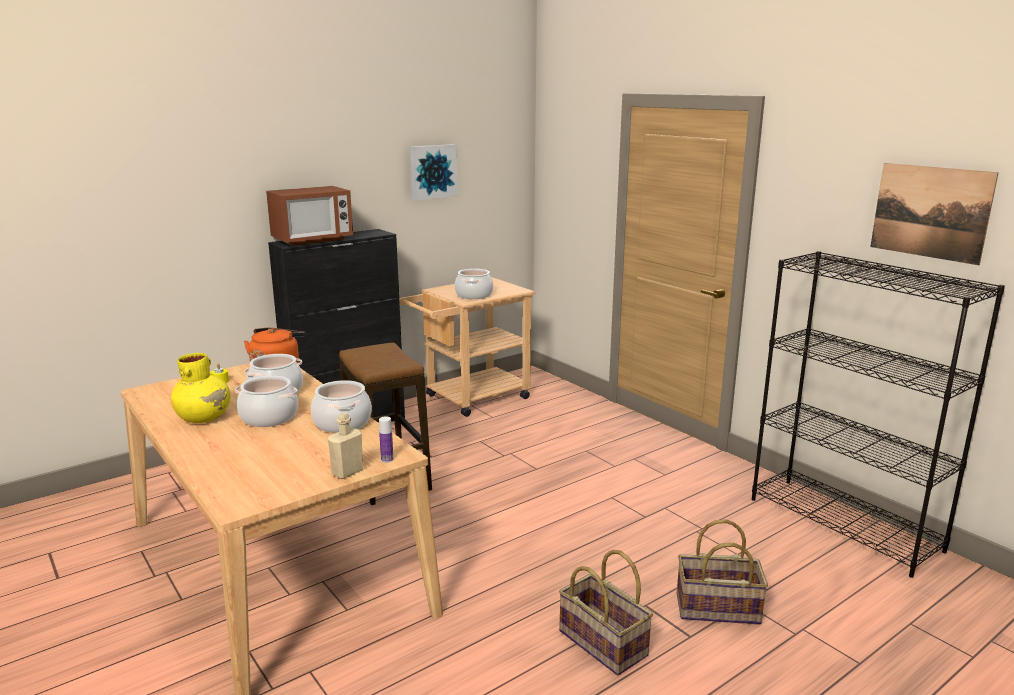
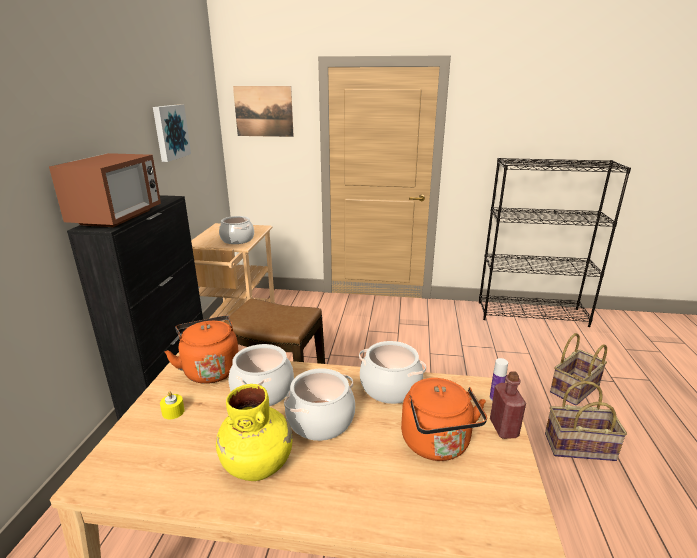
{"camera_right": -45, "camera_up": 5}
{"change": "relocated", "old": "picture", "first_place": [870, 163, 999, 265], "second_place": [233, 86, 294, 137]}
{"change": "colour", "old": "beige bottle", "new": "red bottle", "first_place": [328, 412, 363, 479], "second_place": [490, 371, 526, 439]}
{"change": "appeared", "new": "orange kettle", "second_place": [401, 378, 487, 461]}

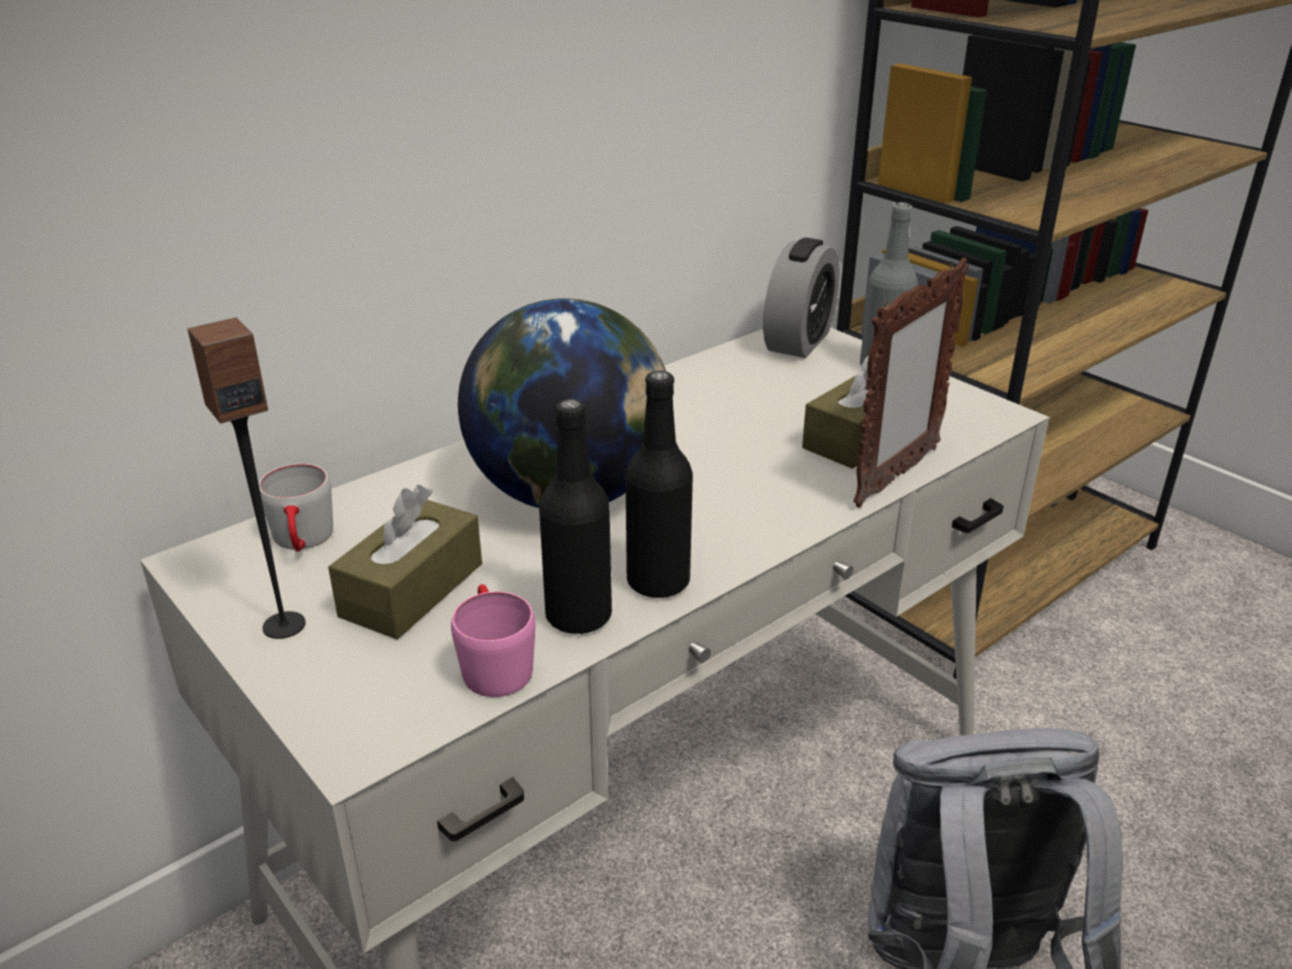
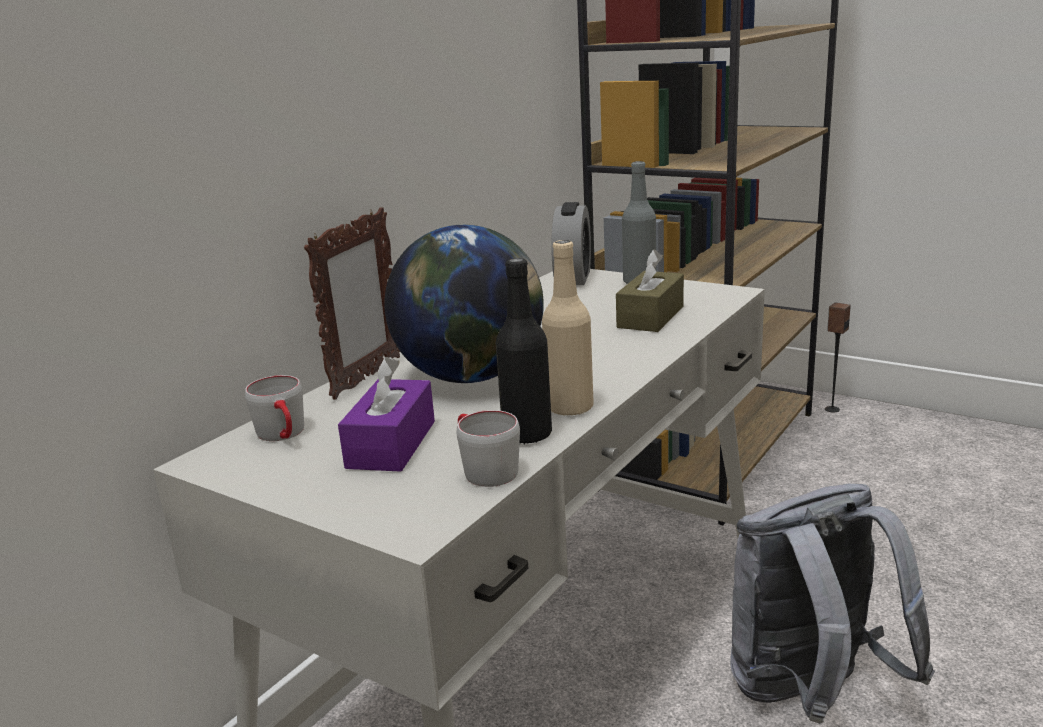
{"camera_right": -15, "camera_up": -10}
{"change": "relocated", "old": "picture frame", "first_place": [853, 258, 969, 508], "second_place": [304, 207, 400, 400]}
{"change": "relocated", "old": "speaker", "first_place": [187, 317, 306, 639], "second_place": [825, 302, 851, 413]}
{"change": "colour", "old": "black bottle", "new": "beige bottle", "first_place": [625, 371, 693, 598], "second_place": [542, 240, 594, 416]}
{"change": "colour", "old": "brown tissue box", "new": "purple tissue box", "first_place": [328, 485, 482, 640], "second_place": [338, 357, 435, 472]}
{"change": "colour", "old": "pink mug", "new": "grey mug", "first_place": [451, 584, 536, 697], "second_place": [456, 410, 520, 487]}

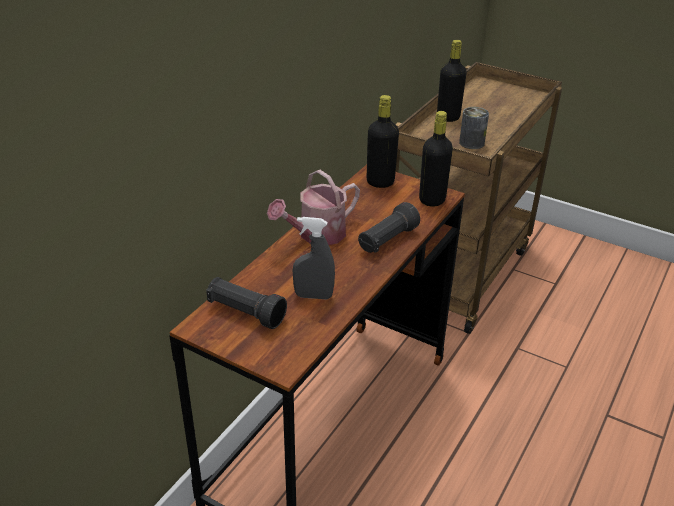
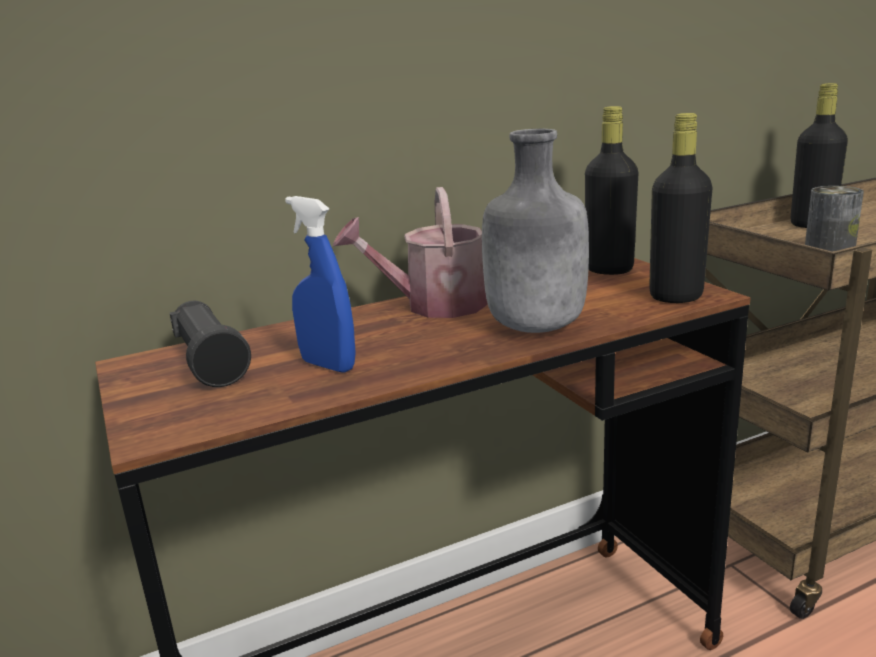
{"camera_right": 35, "camera_up": -15}
{"change": "exchanged", "old": "black flashlight", "new": "grey bottle", "first_place": [358, 202, 420, 253], "second_place": [482, 129, 589, 333]}
{"change": "colour", "old": "grey spray bottle", "new": "blue spray bottle", "first_place": [293, 217, 335, 300], "second_place": [285, 196, 356, 373]}

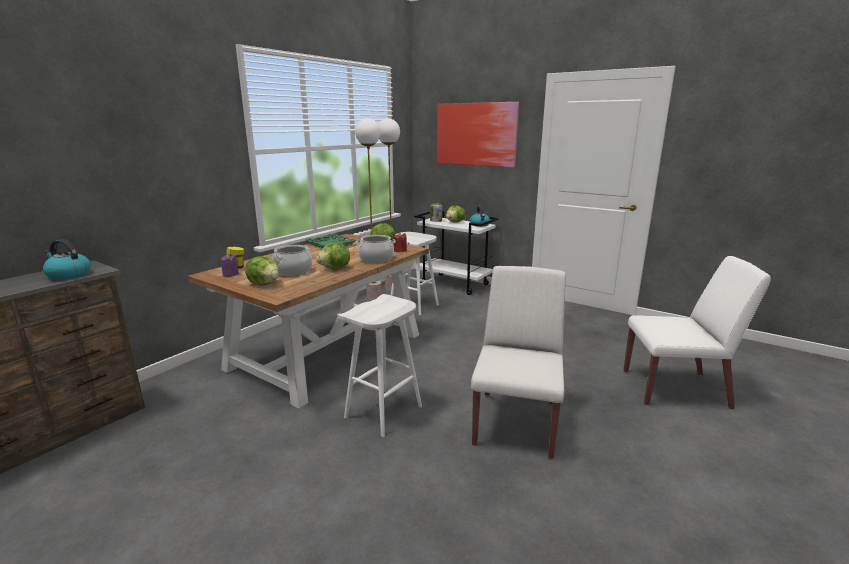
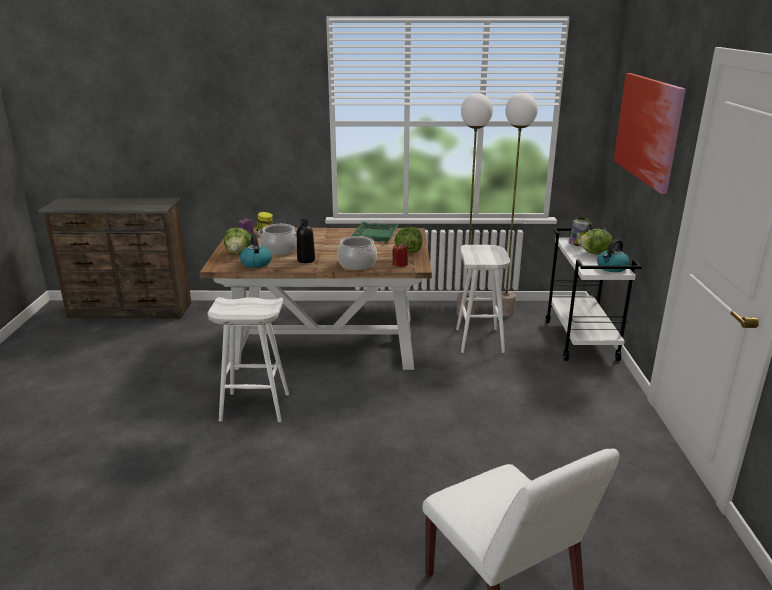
{"camera_right": 55, "camera_up": 5}
{"change": "relocated", "old": "kettle", "first_place": [43, 239, 91, 280], "second_place": [240, 234, 272, 268]}
{"change": "exchanged", "old": "lettuce", "new": "black bottle", "first_place": [316, 243, 350, 269], "second_place": [297, 219, 315, 263]}
{"change": "missing", "old": "white chair", "first_place": [471, 266, 566, 459]}

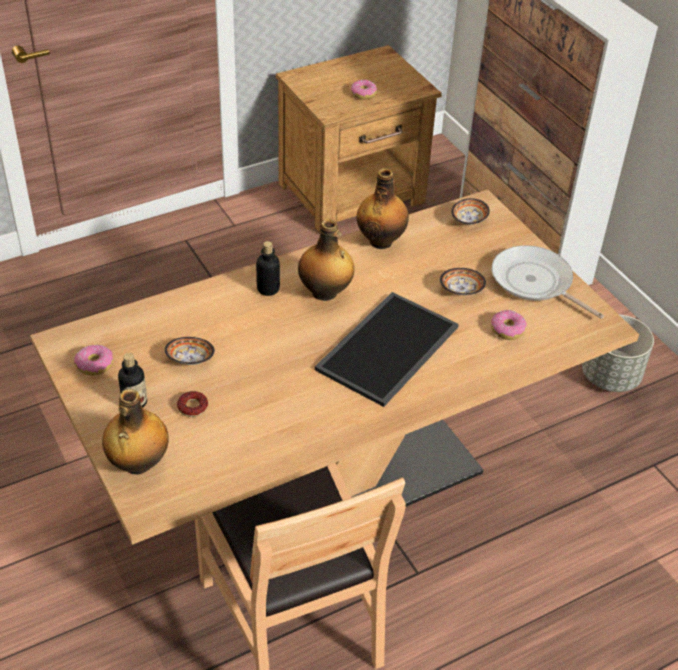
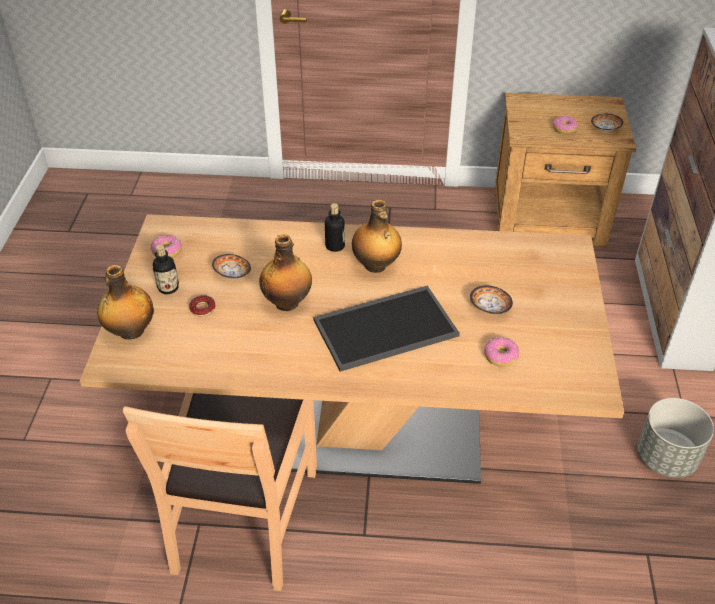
{"camera_right": 35, "camera_up": 0}
{"change": "relocated", "old": "bottle", "first_place": [356, 168, 409, 249], "second_place": [259, 234, 312, 311]}
{"change": "relocated", "old": "bowl", "first_place": [451, 198, 490, 225], "second_place": [591, 114, 623, 131]}
{"change": "missing", "old": "frying pan", "first_place": [492, 245, 604, 319]}

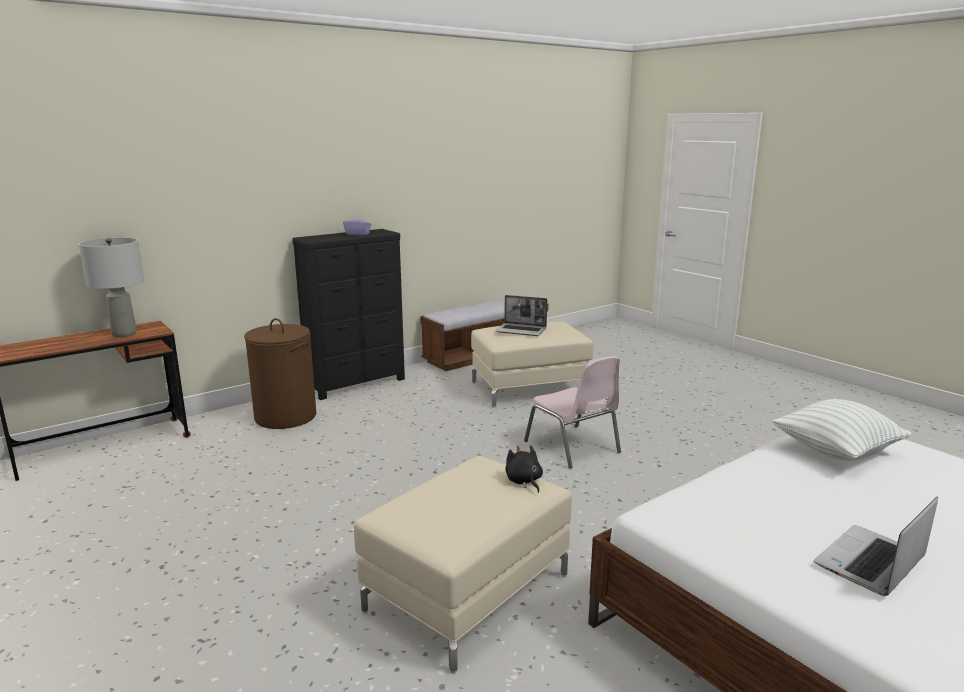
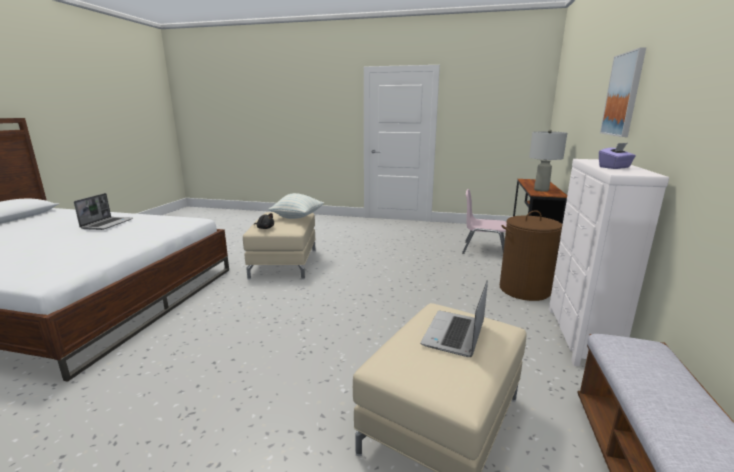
{"camera_right": 140, "camera_up": 0}
{"change": "colour", "old": "black dresser", "new": "white dresser", "first_place": [292, 229, 405, 400], "second_place": [549, 159, 669, 366]}
{"change": "spun", "old": "laptop", "first_place": [496, 295, 547, 336], "second_place": [420, 281, 488, 357], "degrees": -45}
{"change": "relocated", "old": "pink chair", "first_place": [524, 356, 621, 469], "second_place": [462, 189, 507, 254]}
{"change": "relocated", "old": "pillow", "first_place": [772, 399, 911, 461], "second_place": [268, 193, 324, 219]}
{"change": "appeared", "new": "picture", "second_place": [600, 47, 646, 137]}

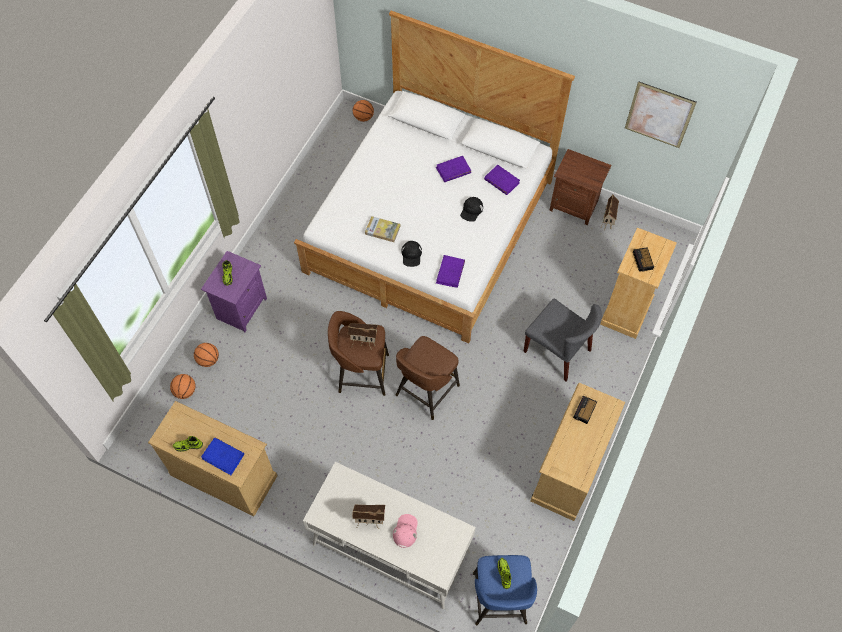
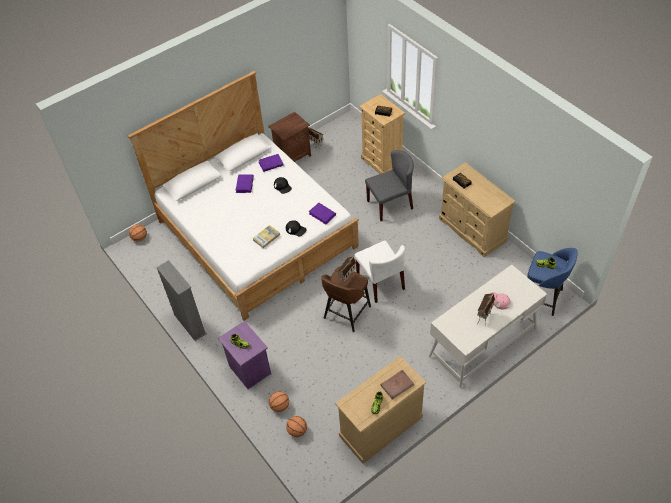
{"camera_right": -60, "camera_up": -10}
{"change": "missing", "old": "picture", "first_place": [625, 81, 697, 148]}
{"change": "exchanged", "old": "brown stool", "new": "white chair", "first_place": [396, 336, 460, 420], "second_place": [354, 241, 405, 303]}
{"change": "colour", "old": "blue book", "new": "brown book", "first_place": [201, 437, 244, 475], "second_place": [380, 370, 414, 400]}
{"change": "appeared", "new": "grey bookcase", "second_place": [156, 260, 207, 341]}

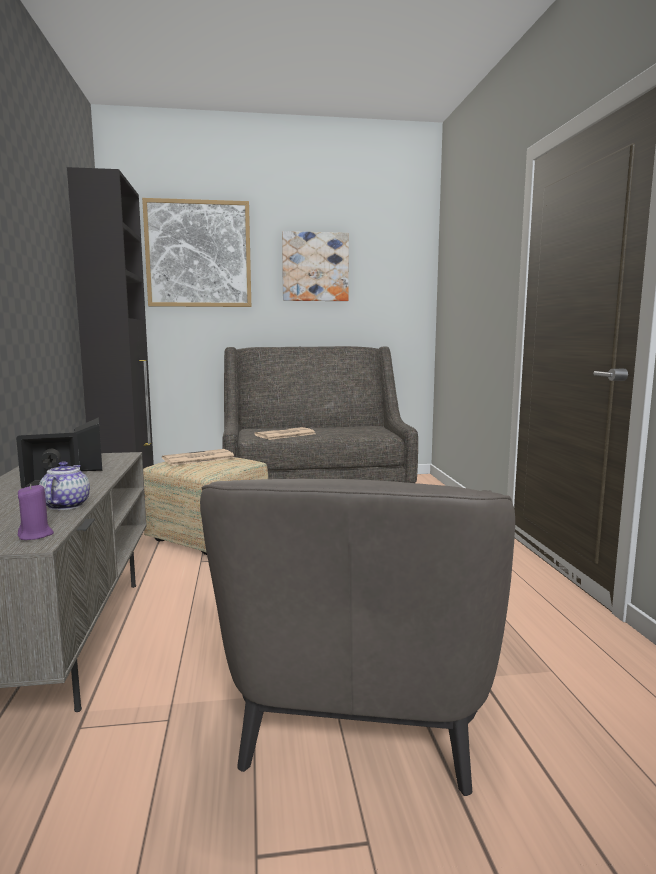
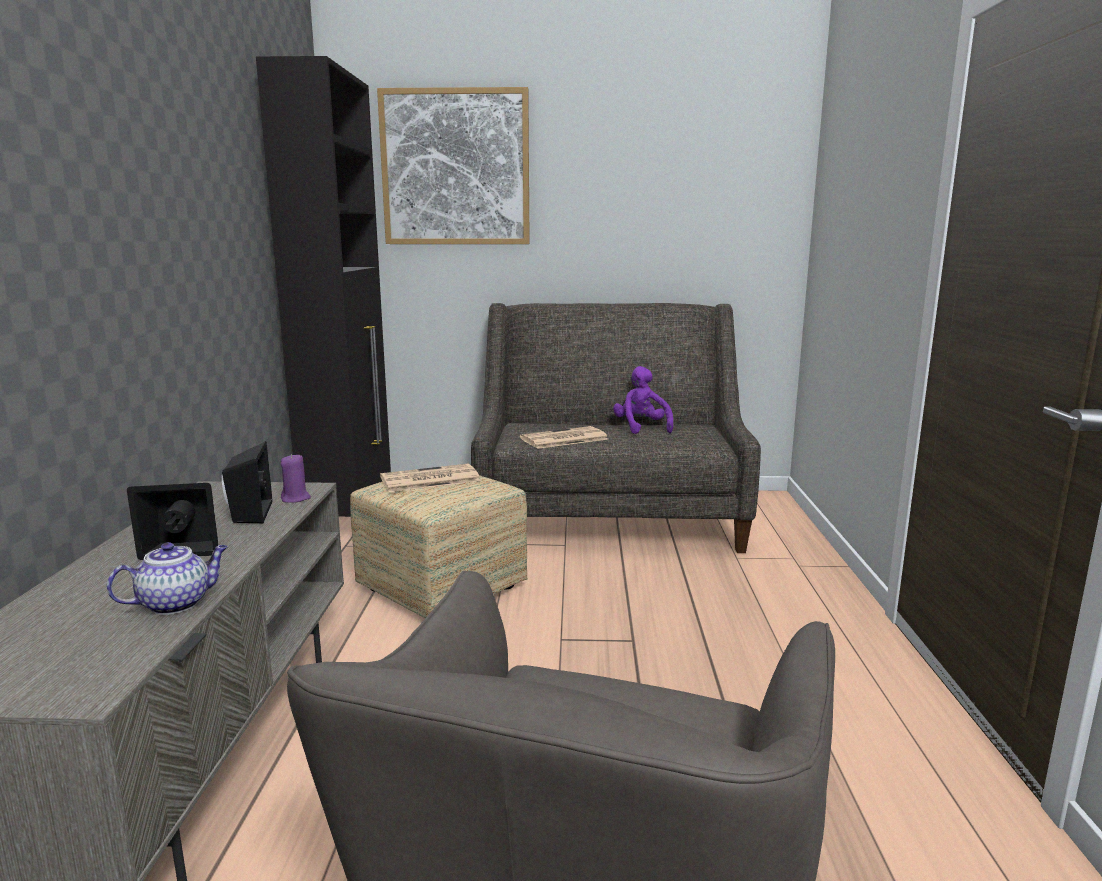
{"camera_right": 10, "camera_up": 5}
{"change": "missing", "old": "picture", "first_place": [282, 231, 349, 301]}
{"change": "spun", "old": "teapot", "first_place": [39, 461, 90, 510], "second_place": [107, 542, 228, 615], "degrees": 45}
{"change": "relocated", "old": "purple candle", "first_place": [18, 484, 54, 540], "second_place": [281, 454, 311, 503]}
{"change": "appeared", "new": "purple plush toy", "second_place": [613, 366, 673, 434]}

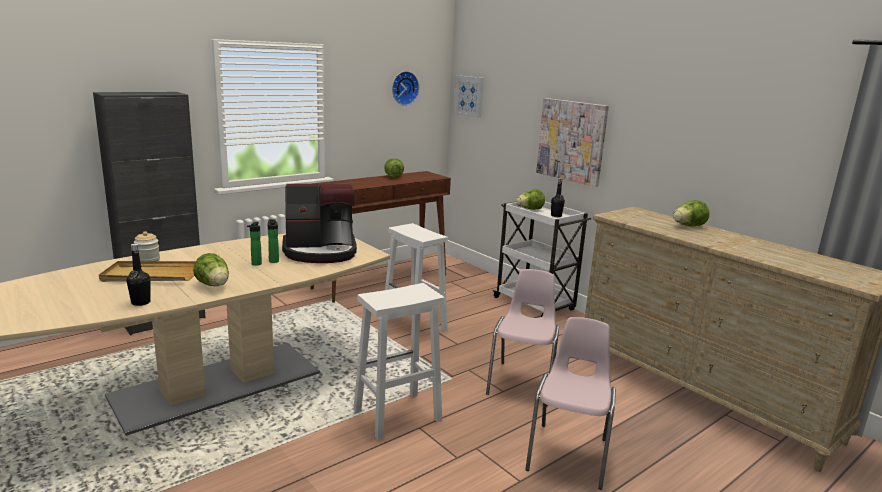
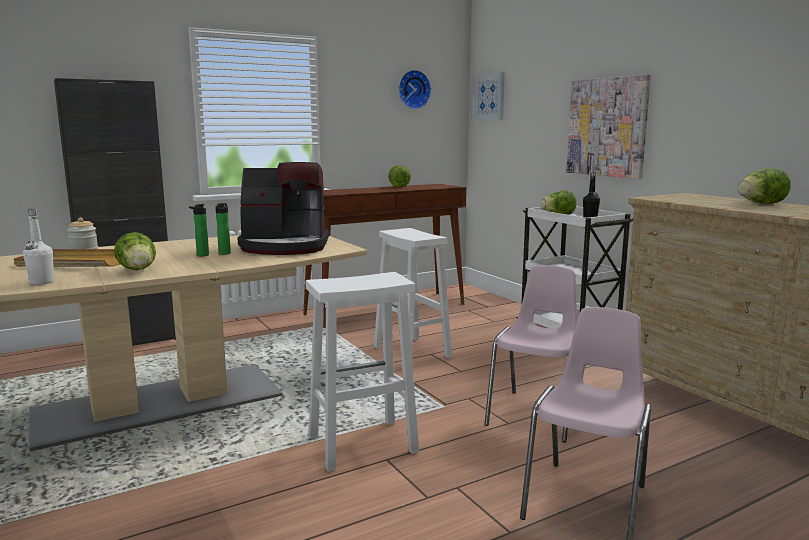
{"camera_right": 10, "camera_up": -5}
{"change": "colour", "old": "black bottle", "new": "white bottle", "first_place": [126, 244, 151, 306], "second_place": [23, 208, 54, 285]}

